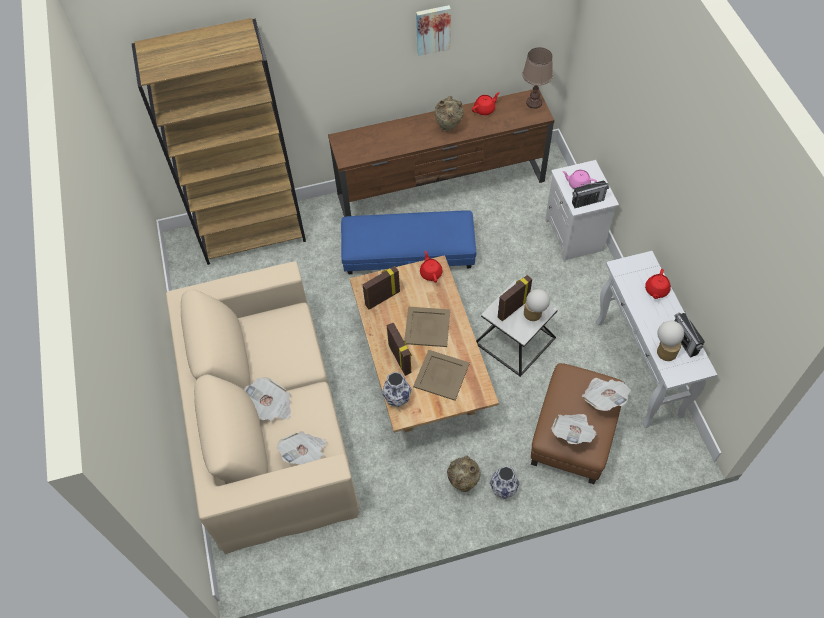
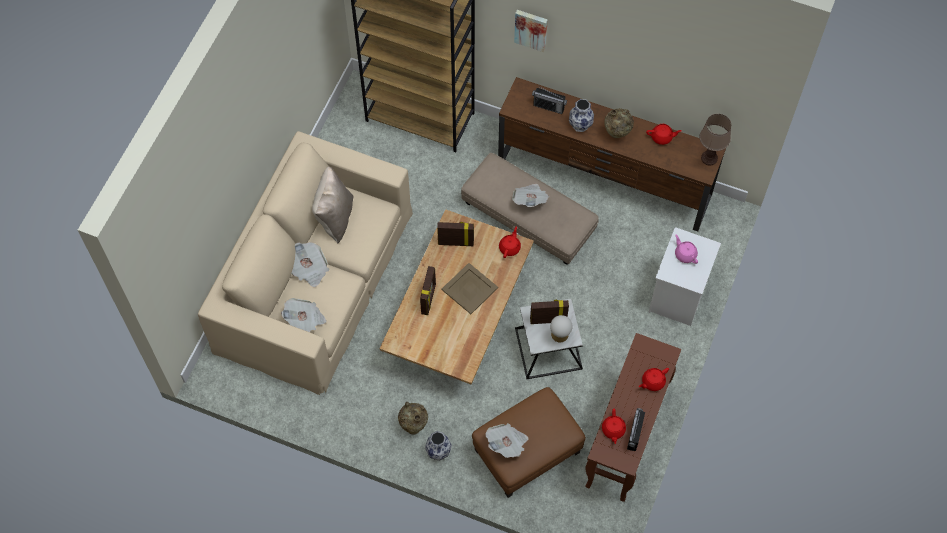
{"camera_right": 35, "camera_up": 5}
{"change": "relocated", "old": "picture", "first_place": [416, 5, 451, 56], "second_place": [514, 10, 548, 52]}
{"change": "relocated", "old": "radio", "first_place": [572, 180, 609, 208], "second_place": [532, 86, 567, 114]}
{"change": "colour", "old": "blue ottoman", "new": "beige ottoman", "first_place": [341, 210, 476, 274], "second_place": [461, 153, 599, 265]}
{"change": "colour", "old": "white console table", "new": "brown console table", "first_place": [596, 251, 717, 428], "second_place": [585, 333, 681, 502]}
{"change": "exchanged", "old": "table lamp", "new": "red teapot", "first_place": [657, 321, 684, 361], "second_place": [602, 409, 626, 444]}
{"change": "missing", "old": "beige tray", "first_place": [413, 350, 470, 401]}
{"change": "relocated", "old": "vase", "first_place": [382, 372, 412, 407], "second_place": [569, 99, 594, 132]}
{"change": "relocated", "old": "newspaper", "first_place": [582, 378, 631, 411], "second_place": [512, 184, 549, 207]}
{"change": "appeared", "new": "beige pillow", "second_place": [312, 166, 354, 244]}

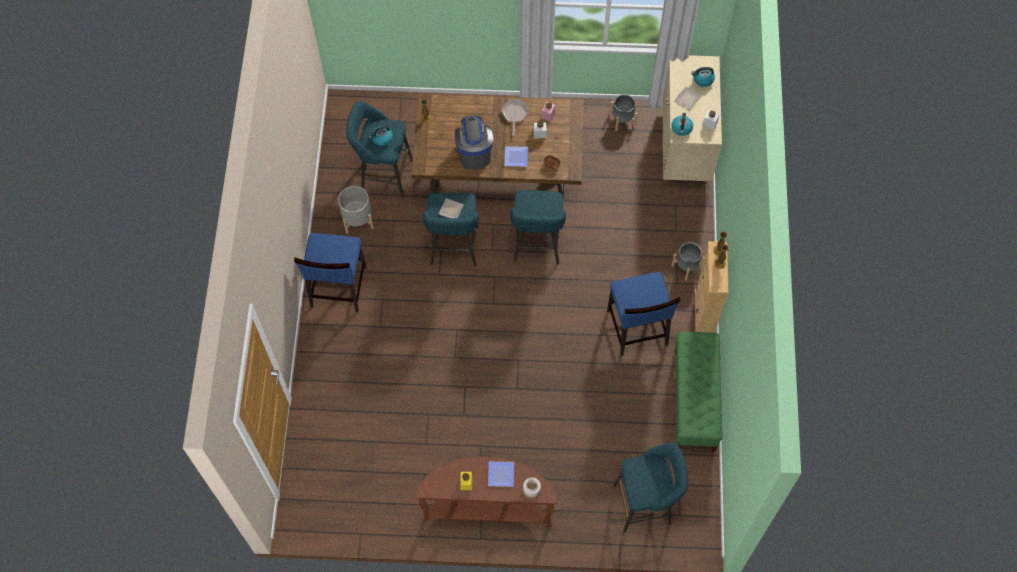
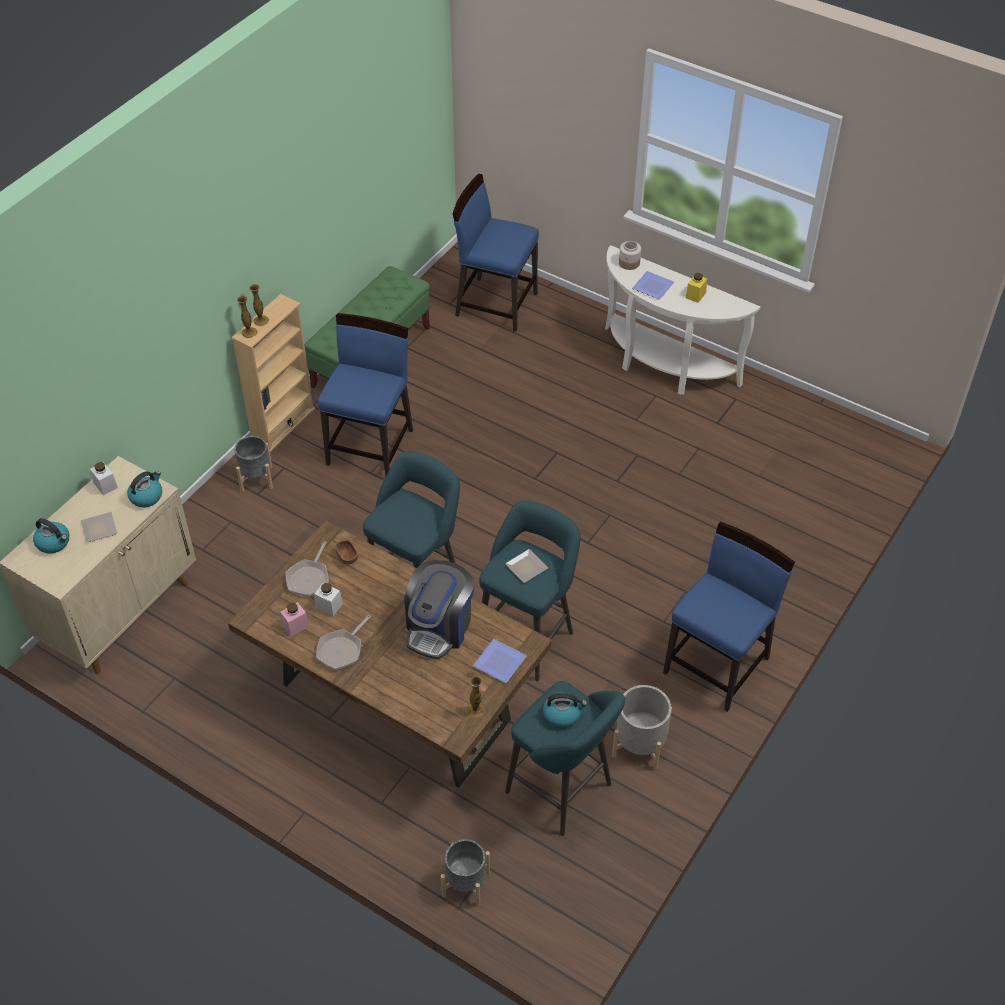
{"camera_right": -150, "camera_up": -15}
{"change": "relocated", "old": "grey planter", "first_place": [610, 94, 637, 131], "second_place": [441, 839, 490, 906]}
{"change": "relocated", "old": "plate", "first_place": [504, 146, 528, 167], "second_place": [473, 639, 527, 683]}
{"change": "exchanged", "old": "turquoise stool", "new": "blue chair", "first_place": [613, 443, 688, 533], "second_place": [453, 174, 539, 332]}
{"change": "colour", "old": "brown console table", "new": "white console table", "first_place": [415, 457, 557, 527], "second_place": [605, 245, 761, 395]}
{"change": "appeared", "new": "frying pan", "second_place": [286, 541, 329, 597]}

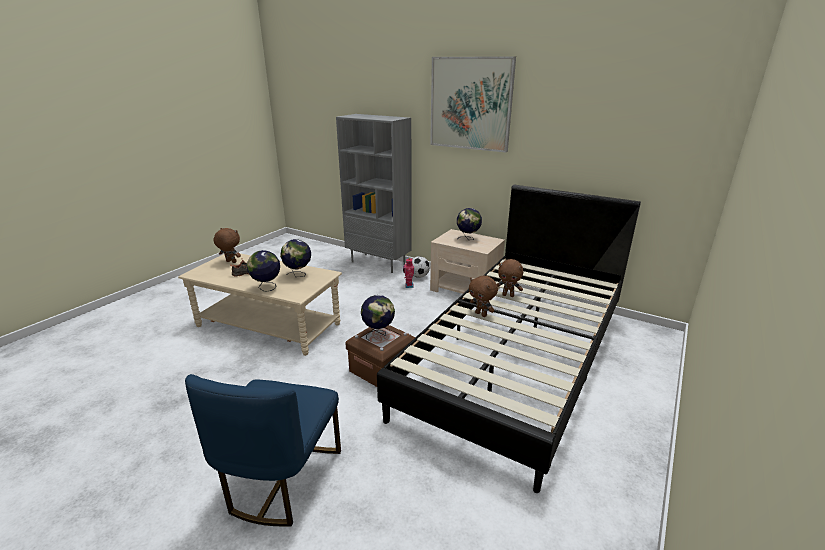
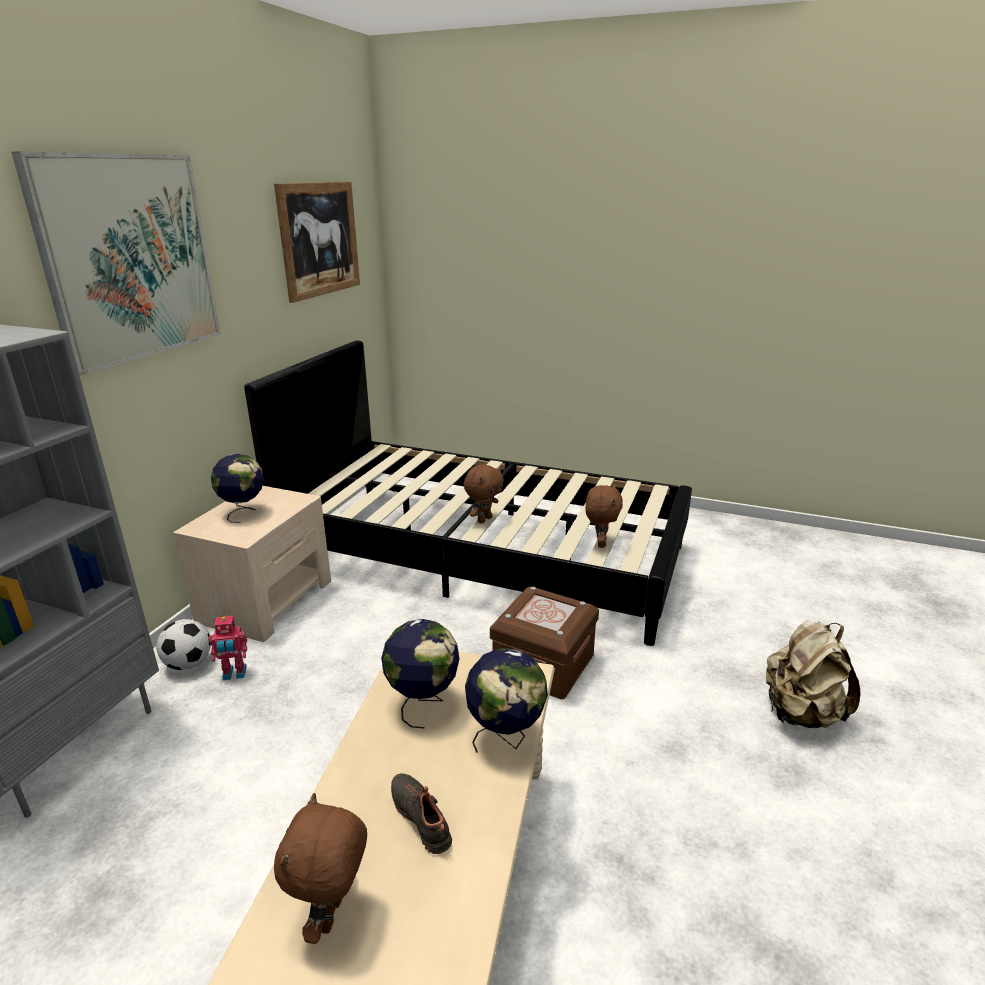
{"camera_right": -100, "camera_up": 0}
{"change": "relocated", "old": "brown plush toy", "first_place": [497, 259, 523, 297], "second_place": [585, 484, 623, 548]}
{"change": "missing", "old": "globe", "first_place": [361, 295, 395, 341]}
{"change": "exchanged", "old": "blue chair", "new": "beige backpack", "first_place": [185, 374, 341, 526], "second_place": [766, 620, 860, 728]}
{"change": "appeared", "new": "picture", "second_place": [274, 182, 360, 303]}

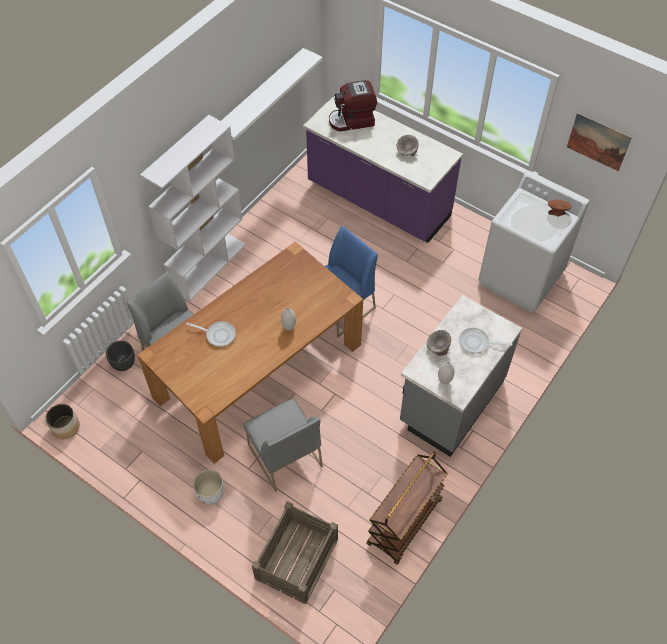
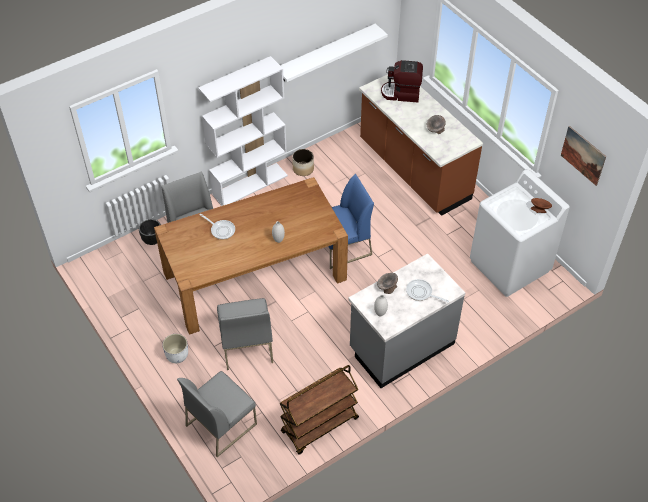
{"camera_right": 20, "camera_up": -5}
{"change": "colour", "old": "purple counter", "new": "brown counter", "first_place": [303, 92, 463, 243], "second_place": [359, 74, 483, 216]}
{"change": "relocated", "old": "planter", "first_place": [45, 404, 80, 439], "second_place": [292, 149, 314, 176]}
{"change": "exchanged", "old": "crate", "new": "grey chair", "first_place": [252, 501, 338, 604], "second_place": [177, 371, 257, 457]}

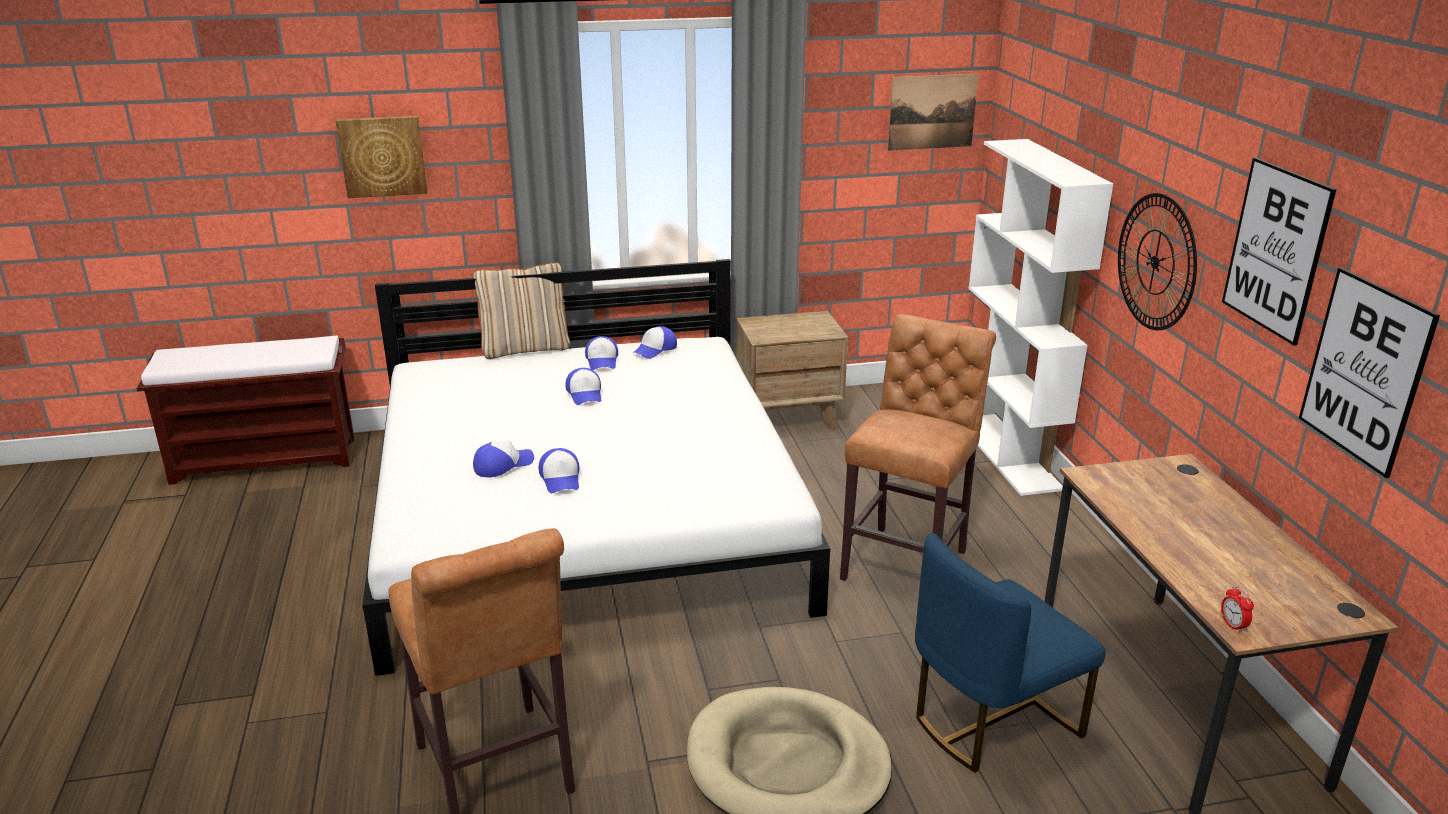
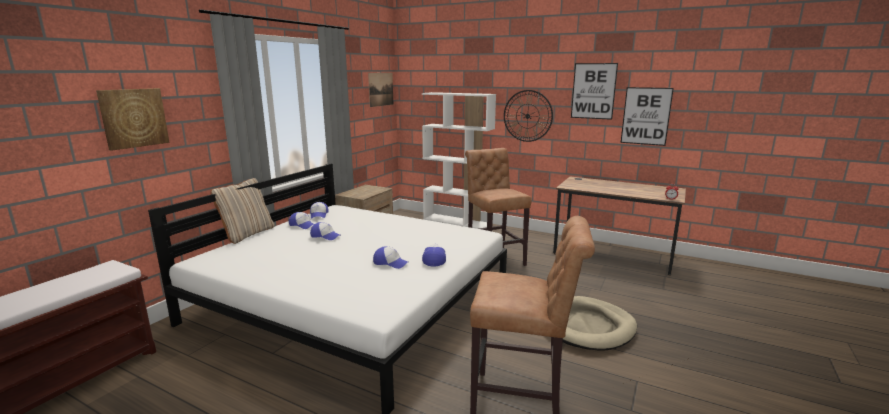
{"camera_right": -50, "camera_up": -10}
{"change": "relocated", "old": "cap", "first_place": [473, 441, 534, 477], "second_place": [422, 244, 446, 267]}
{"change": "missing", "old": "blue chair", "first_place": [915, 533, 1106, 773]}

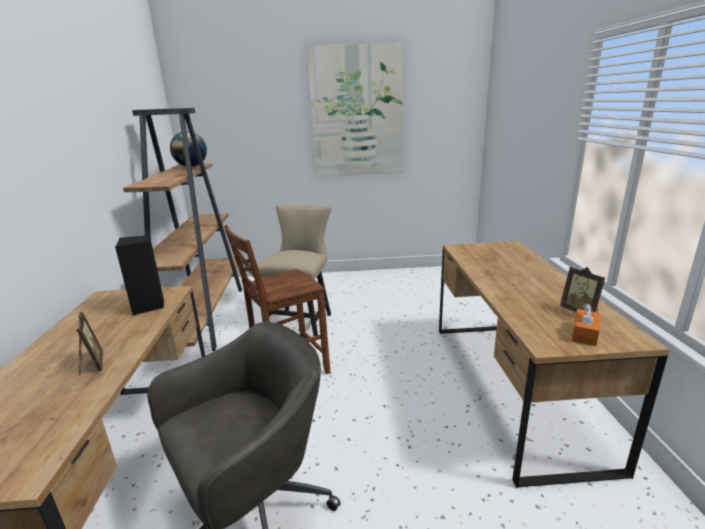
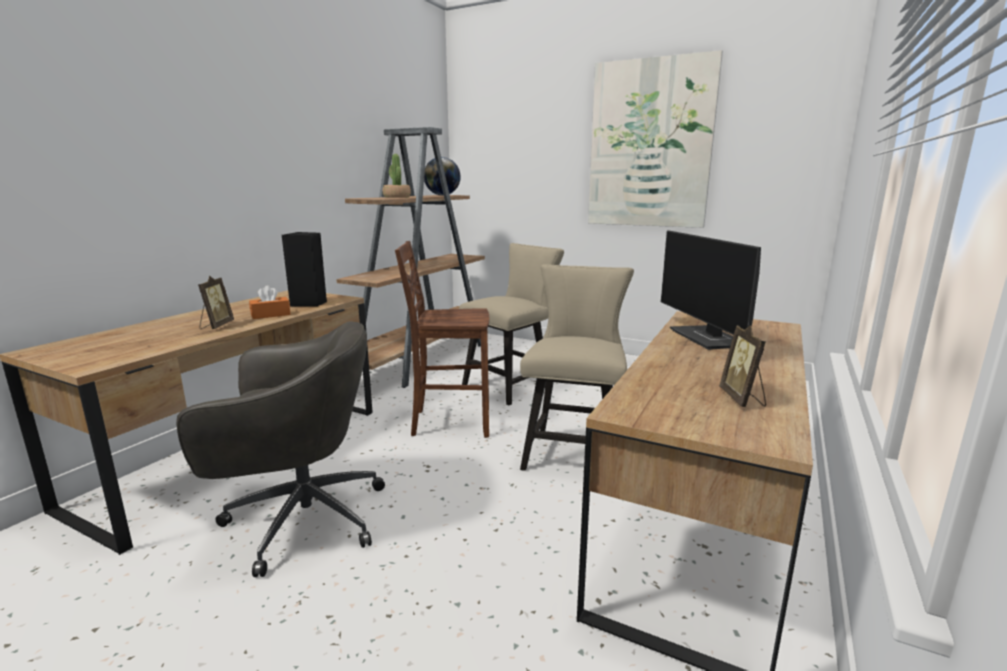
{"camera_right": 30, "camera_up": -5}
{"change": "relocated", "old": "orange tissue box", "first_place": [572, 303, 600, 346], "second_place": [249, 285, 291, 319]}
{"change": "appeared", "new": "potted plant", "second_place": [383, 154, 411, 198]}
{"change": "appeared", "new": "monitor", "second_place": [661, 230, 761, 350]}
{"change": "appeared", "new": "beige chair", "second_place": [520, 264, 634, 471]}

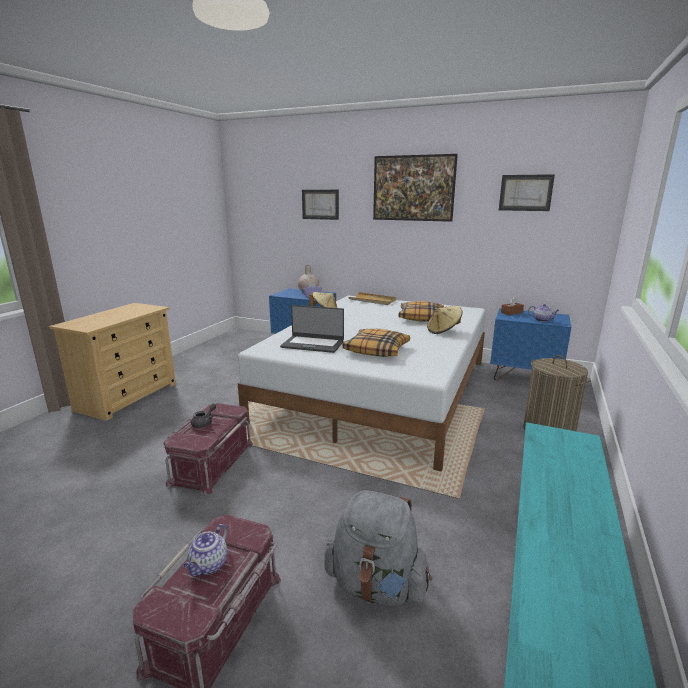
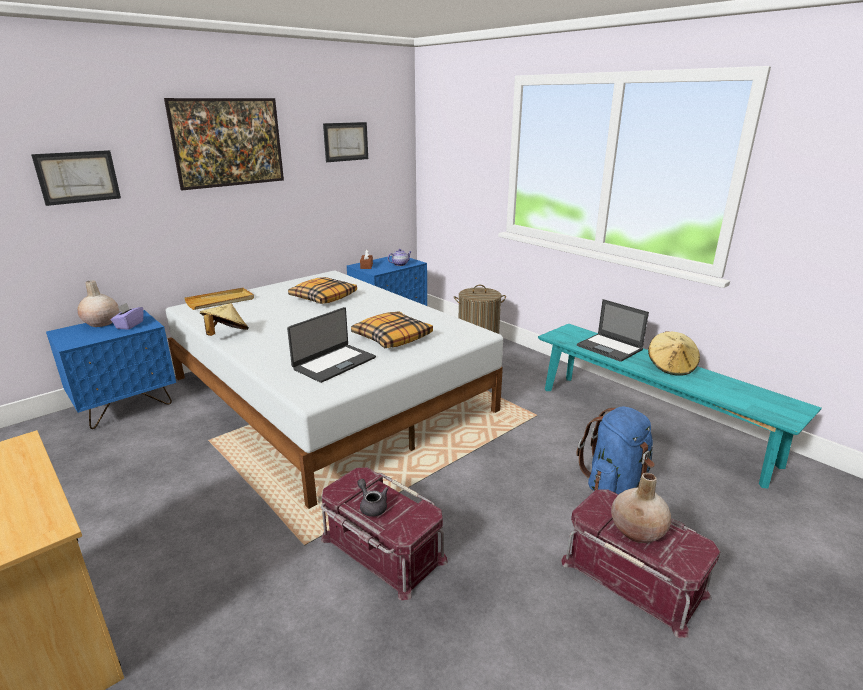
{"camera_right": -65, "camera_up": 5}
{"change": "relocated", "old": "beige hat", "first_place": [427, 306, 463, 334], "second_place": [648, 331, 700, 376]}
{"change": "colour", "old": "grey backpack", "new": "blue backpack", "first_place": [324, 490, 432, 606], "second_place": [576, 406, 655, 494]}
{"change": "exchanged", "old": "teapot", "new": "beige vase", "first_place": [183, 524, 227, 577], "second_place": [611, 473, 671, 543]}
{"change": "appeared", "new": "laptop", "second_place": [577, 299, 649, 362]}

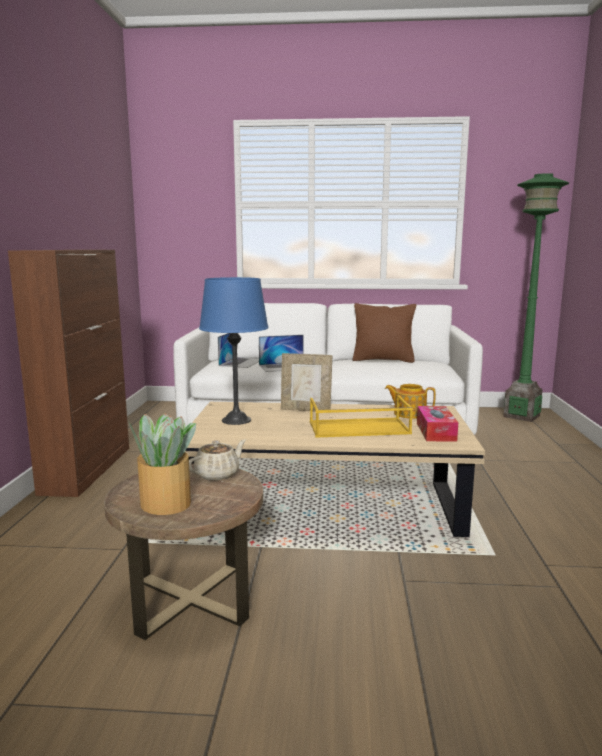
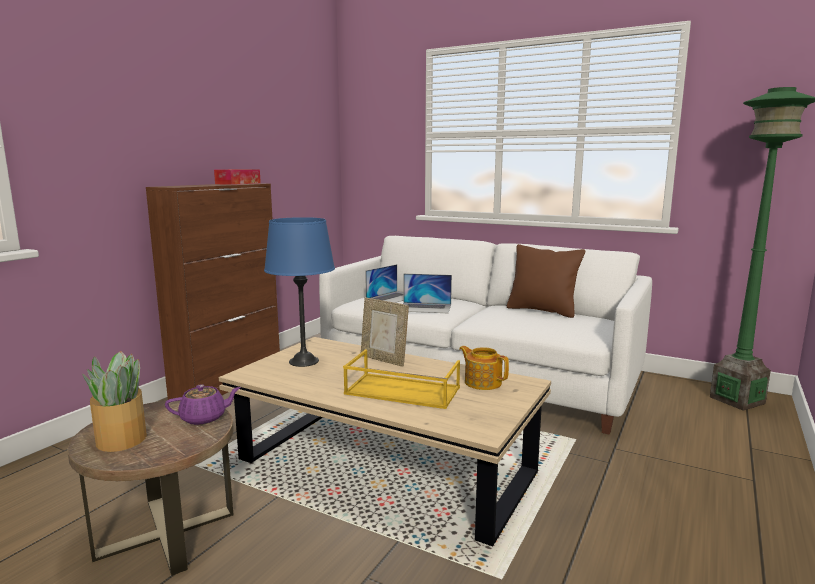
{"camera_right": 25, "camera_up": 0}
{"change": "relocated", "old": "tissue box", "first_place": [417, 406, 458, 442], "second_place": [214, 169, 261, 185]}
{"change": "colour", "old": "beige teapot", "new": "purple teapot", "first_place": [189, 439, 246, 481], "second_place": [165, 384, 241, 425]}

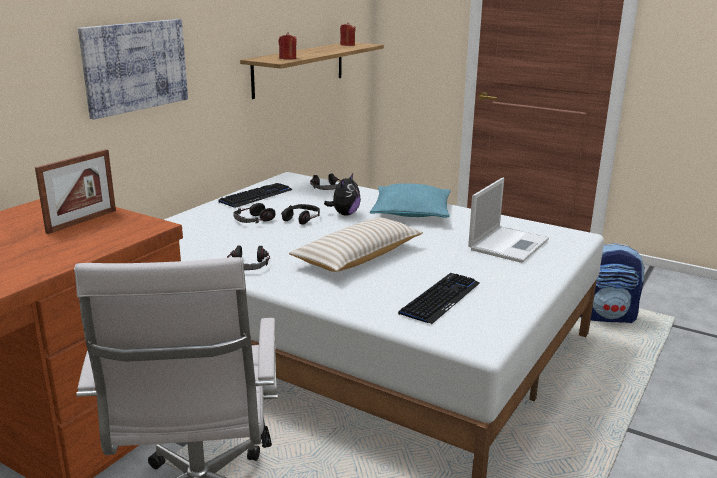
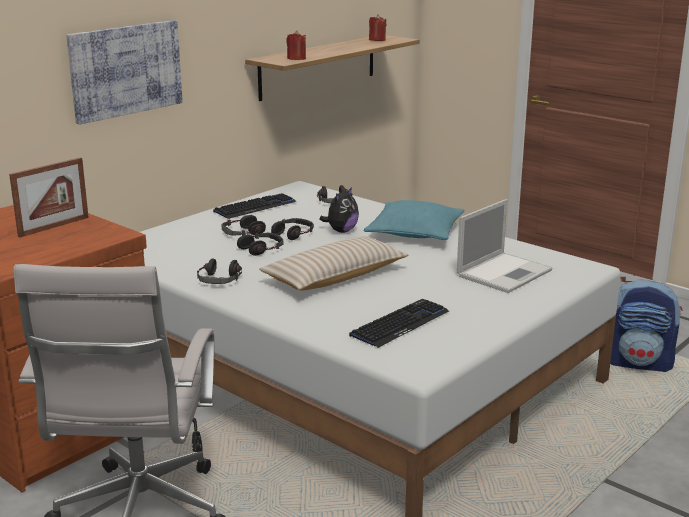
{"camera_right": 10, "camera_up": 0}
{"change": "appeared", "new": "headphones", "second_place": [237, 232, 284, 256]}

